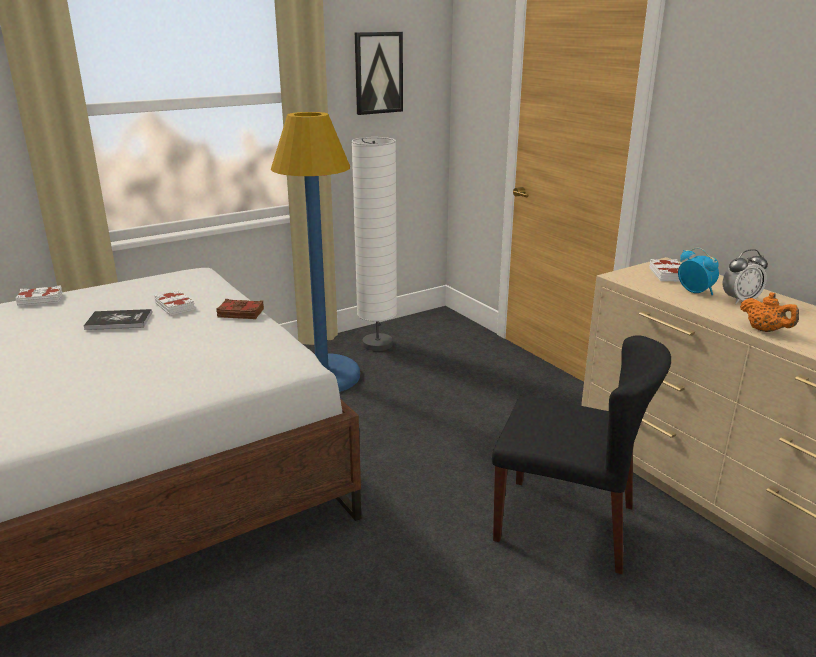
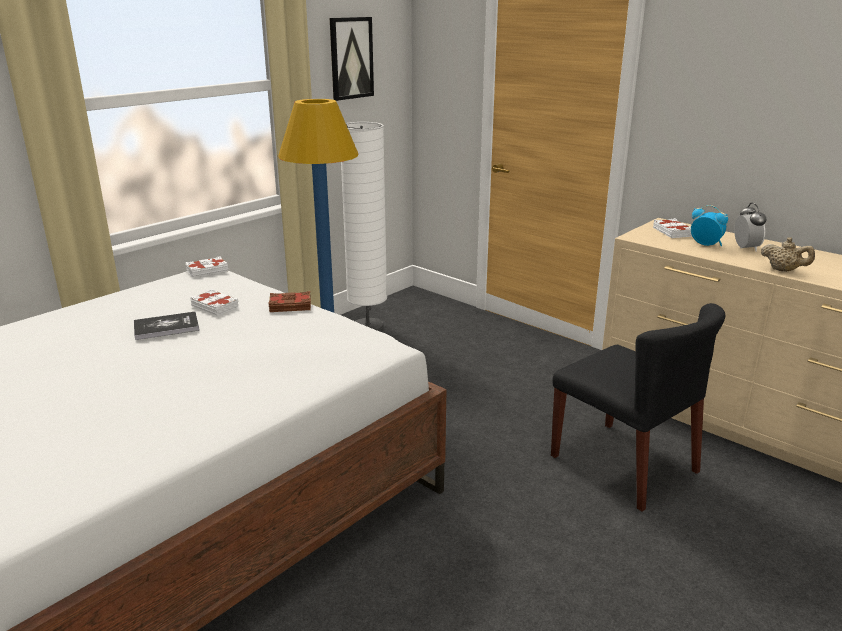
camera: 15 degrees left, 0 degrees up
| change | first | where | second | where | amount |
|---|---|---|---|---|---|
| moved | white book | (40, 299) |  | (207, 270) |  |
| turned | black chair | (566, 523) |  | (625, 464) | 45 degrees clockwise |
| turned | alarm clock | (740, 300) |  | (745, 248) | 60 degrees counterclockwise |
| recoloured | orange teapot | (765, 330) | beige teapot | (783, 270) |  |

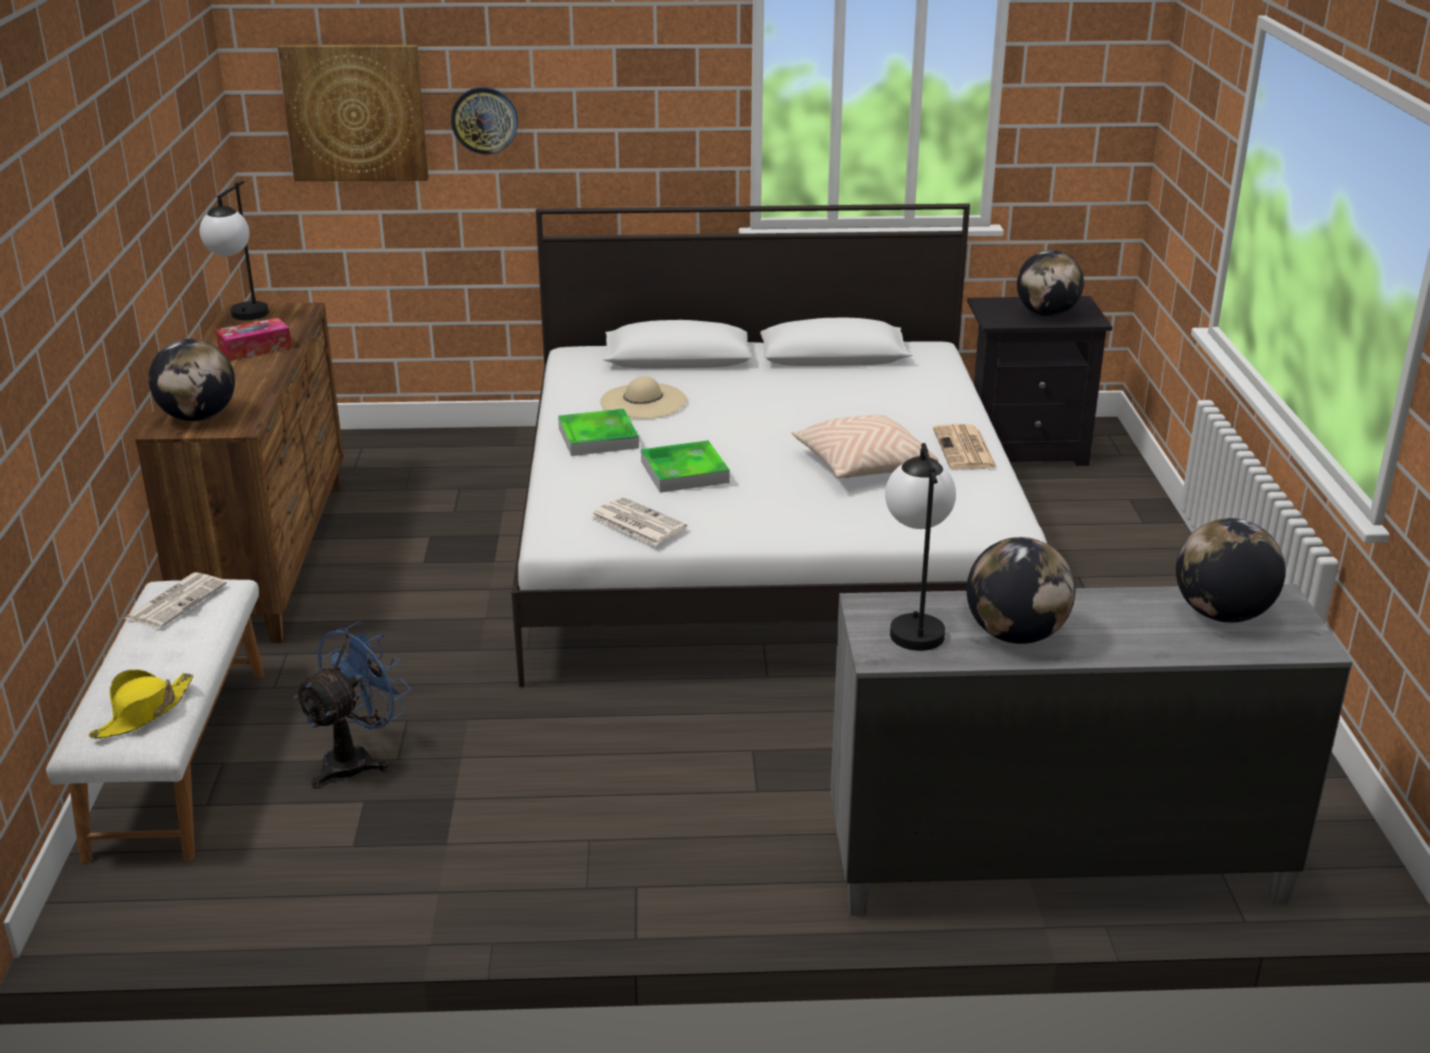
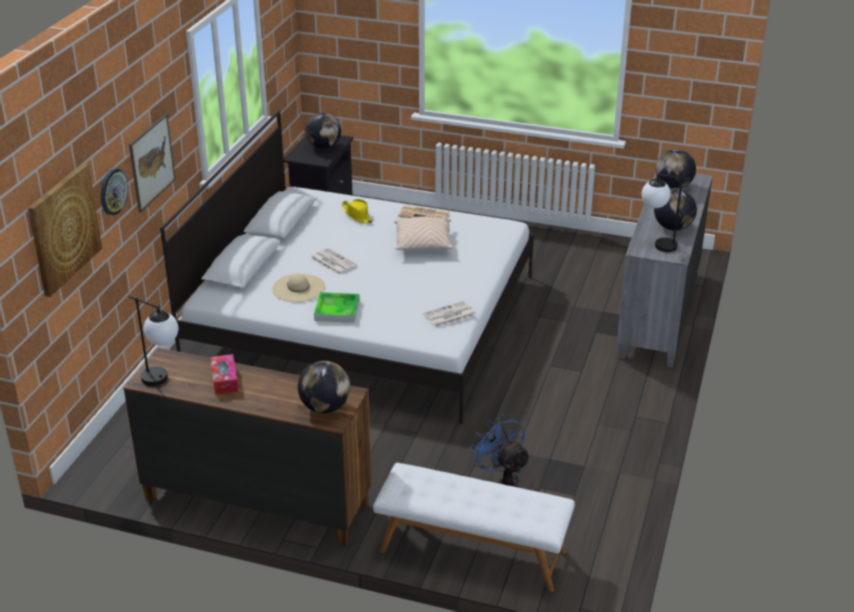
camera: 70 degrees left, 5 degrees up
| change | first | where | second | where | amount |
|---|---|---|---|---|---|
| moved | yellow hat | (144, 713) |  | (357, 215) |  |
| moved | newspaper | (176, 601) |  | (332, 262) |  |
| removed | tray | (684, 472) |  |  |  |
| added |  |  | picture | (152, 162) |  |

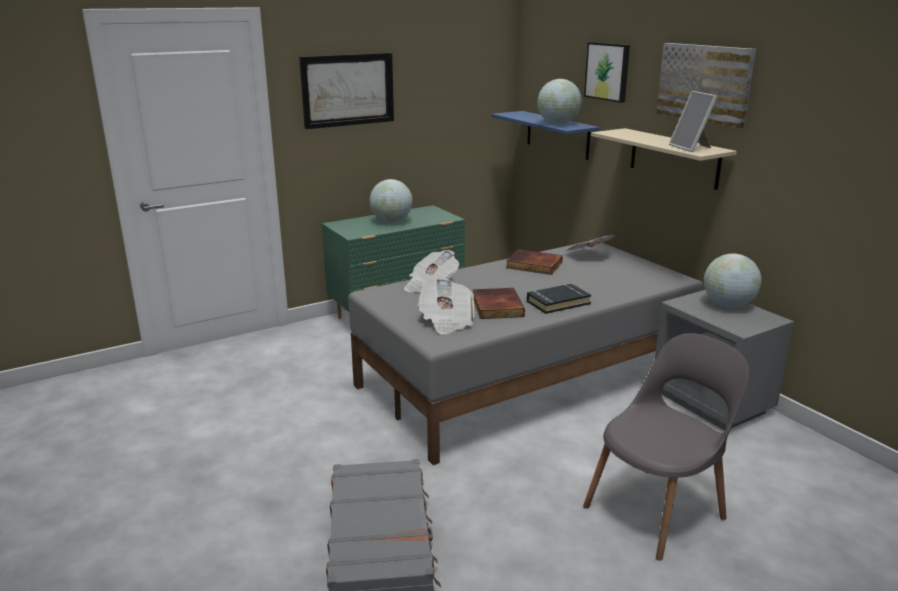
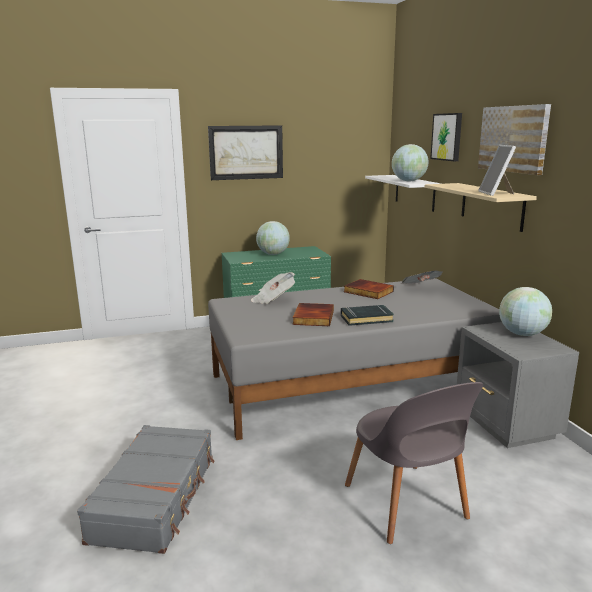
camera: 15 degrees right, 5 degrees down
| change | first | where | second | where | amount |
|---|---|---|---|---|---|
| removed | newspaper | (446, 321) |  |  |  |
| recoloured | blue shelf | (557, 135) | white shelf | (414, 192) |  |
| turned | grey chair | (658, 509) |  | (407, 505) | 90 degrees clockwise |

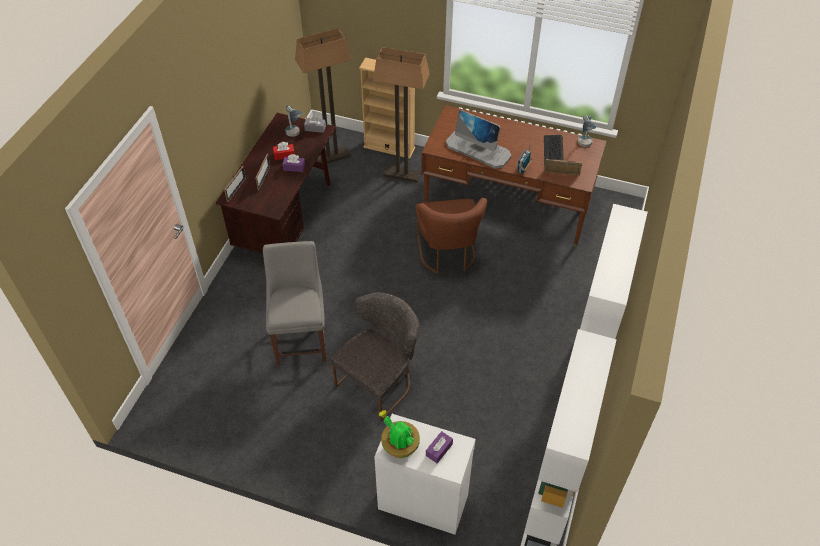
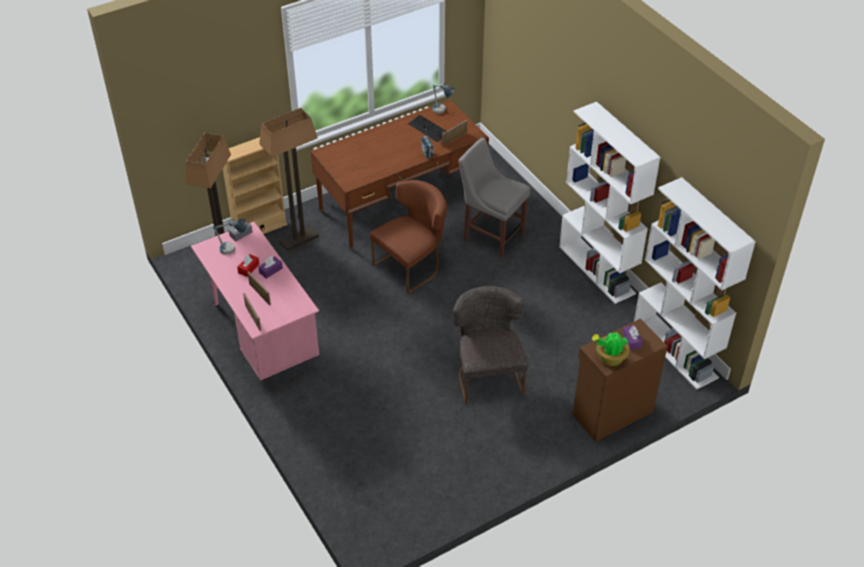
camera: 50 degrees left, 5 degrees down
| change | first | where | second | where | amount |
|---|---|---|---|---|---|
| recoloured | brown desk | (287, 219) | pink desk | (261, 336) |  |
| moved | grey chair | (301, 340) |  | (491, 235) |  |
| recoloured | white cabinet | (423, 500) | brown cabinet | (611, 413) |  |
| turned | brown chair | (447, 255) |  | (412, 265) | 75 degrees counterclockwise |
| removed | monitor | (478, 150) |  |  |  |

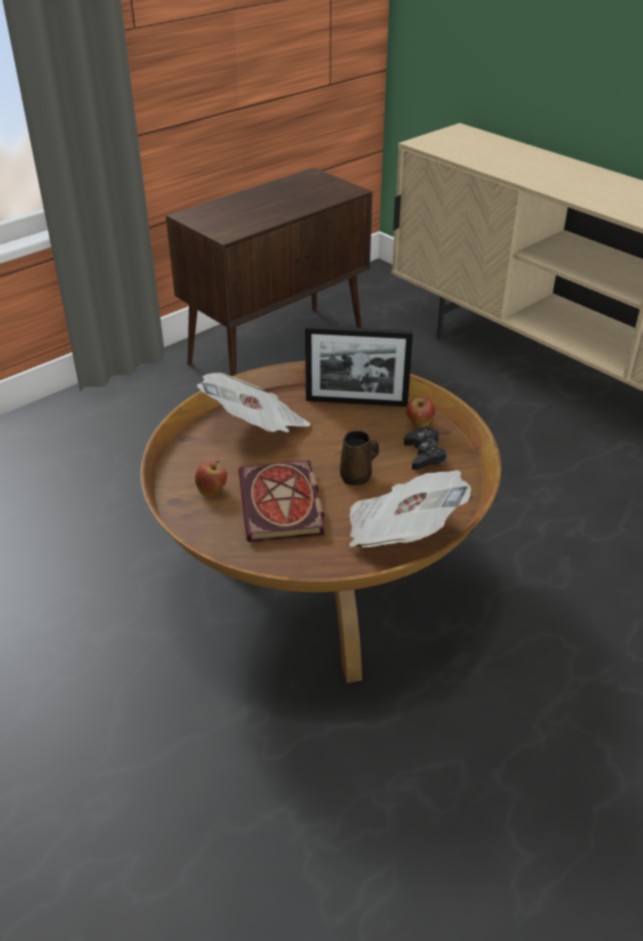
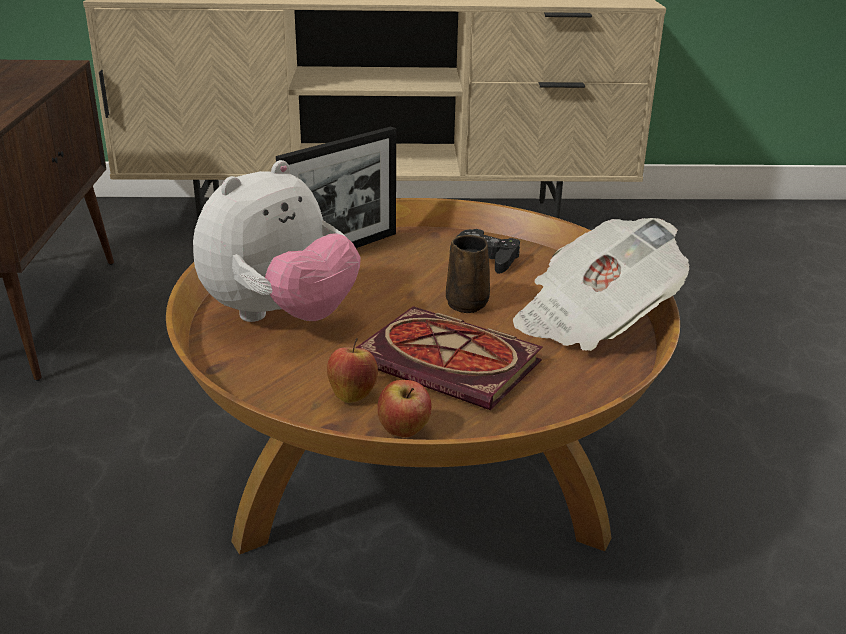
camera: 50 degrees left, 10 degrees down
| change | first | where | second | where | amount |
|---|---|---|---|---|---|
| replaced | newspaper | (256, 427) | plush toy | (280, 317) |  |
| moved | apple | (419, 424) |  | (404, 432) |  |

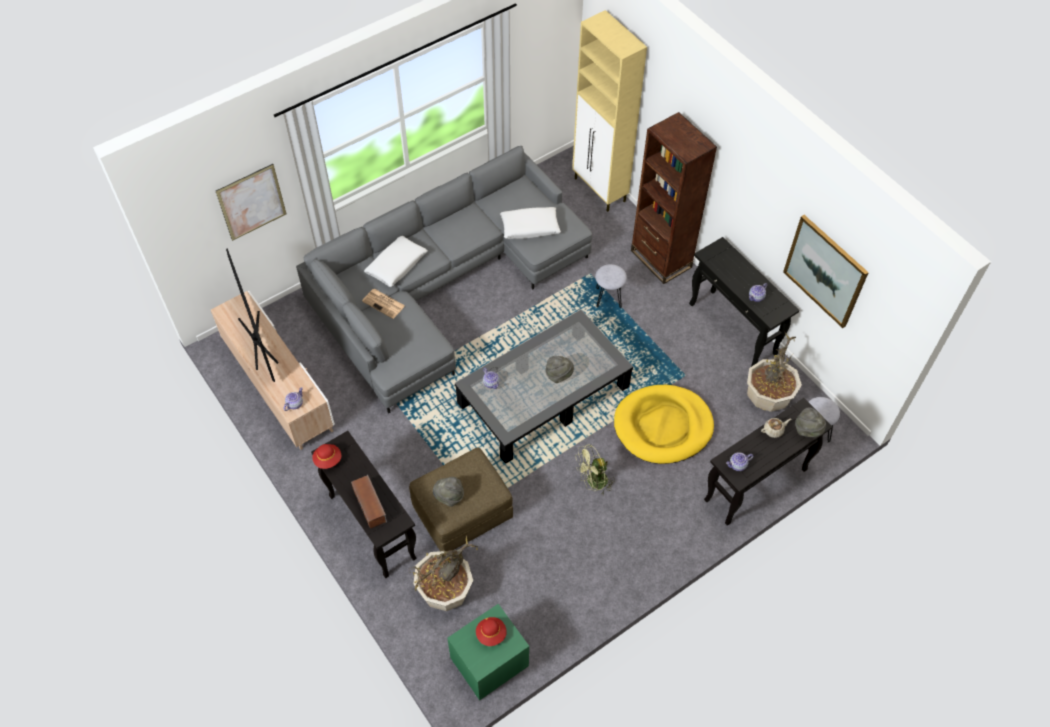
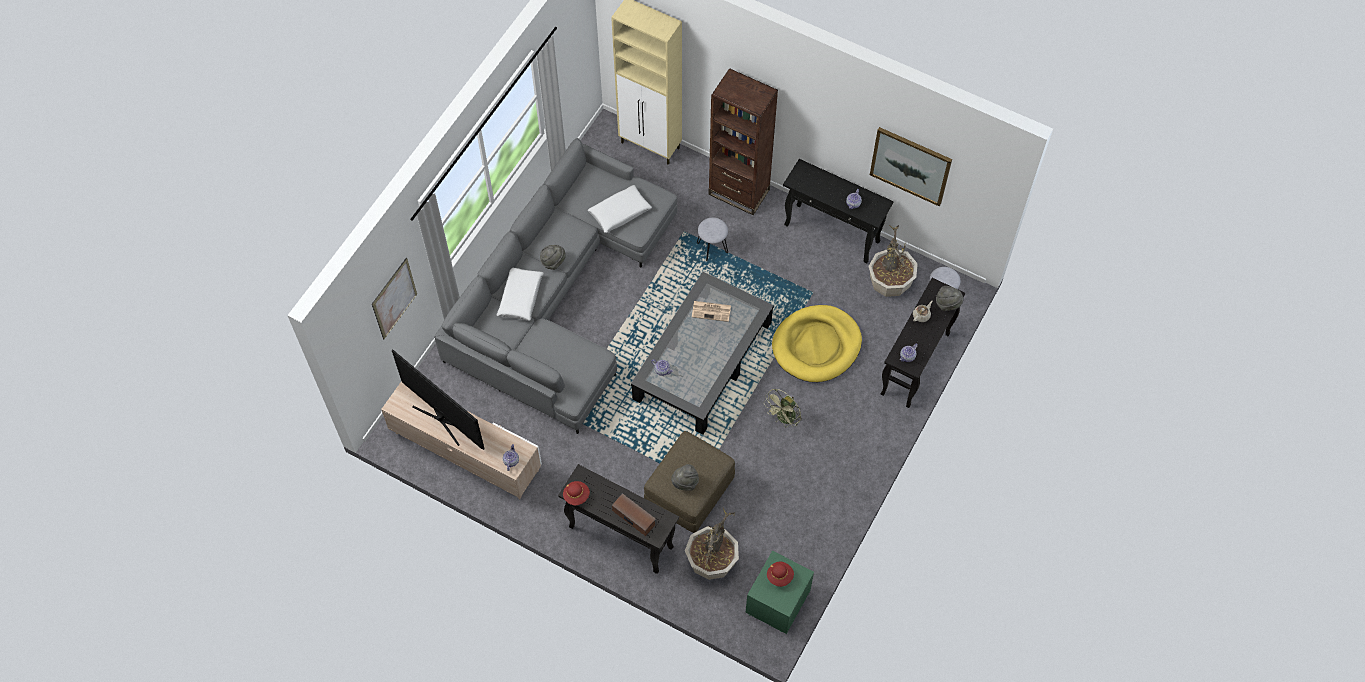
camera: 25 degrees left, 5 degrees up
| change | first | where | second | where | amount |
|---|---|---|---|---|---|
| moved | newspaper | (384, 304) |  | (712, 311) |  |
| moved | grey hat | (558, 375) |  | (553, 261) |  |

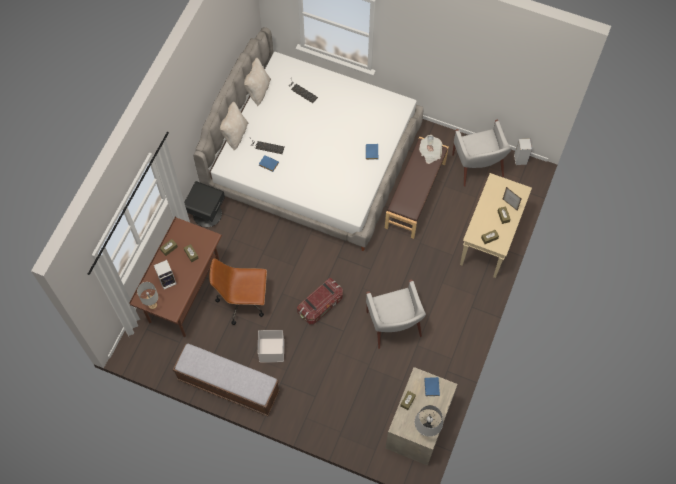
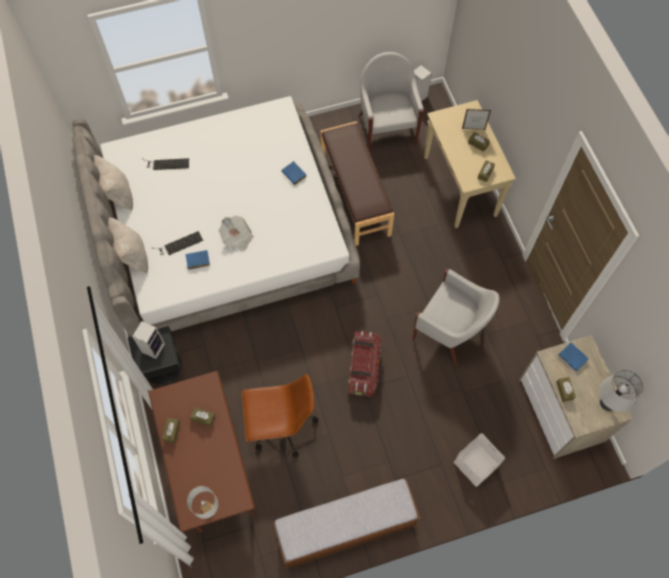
camera: 40 degrees left, 0 degrees up
| change | first | where | second | where | amount |
|---|---|---|---|---|---|
| moved | speaker | (168, 281) |  | (153, 347) |  |
| turned | brown office chair | (243, 301) |  | (281, 426) | 150 degrees counterclockwise |
| moved | white storage box | (271, 349) |  | (475, 463) |  |
| moved | newspaper | (430, 153) |  | (237, 238) |  |
| turned | white armchair | (478, 167) |  | (387, 128) | 135 degrees counterclockwise |

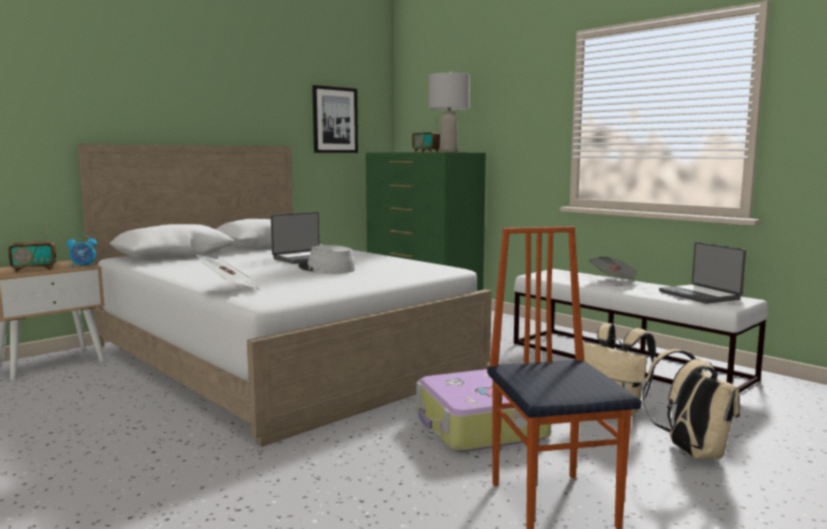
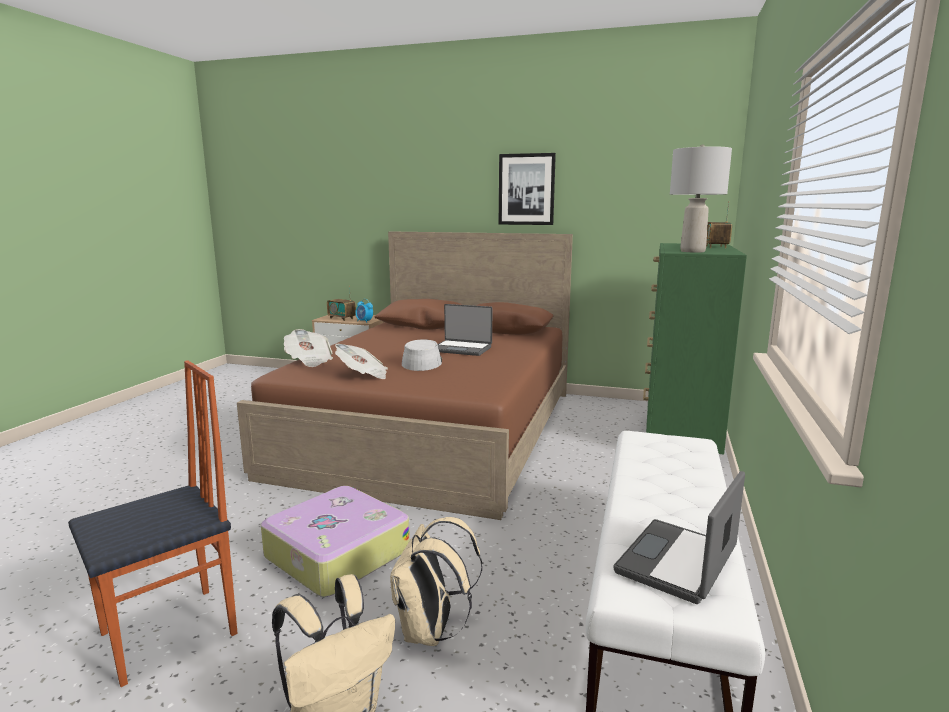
camera: 60 degrees right, 5 degrees up
| change | first | where | second | where | amount |
|---|---|---|---|---|---|
| recoloured | white bed | (281, 356) | brown bed | (435, 430) |  |
| moved | picture | (335, 120) |  | (526, 189) |  |
| moved | newspaper | (614, 281) |  | (363, 375) |  |

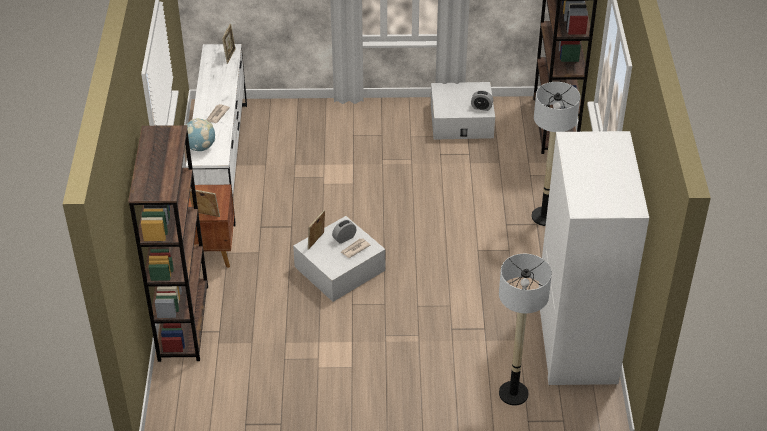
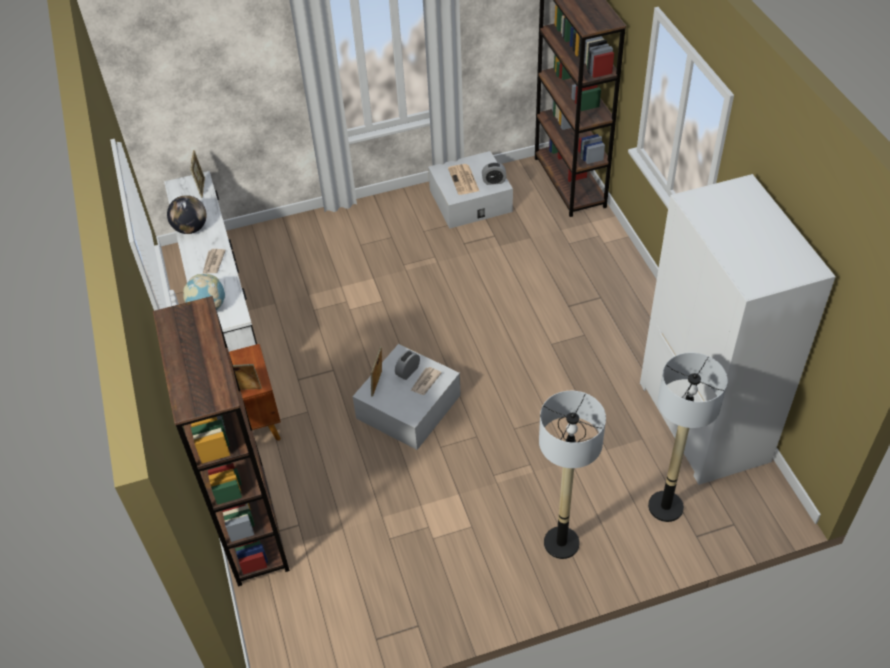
camera: 15 degrees left, 5 degrees up
| change | first | where | second | where | amount |
|---|---|---|---|---|---|
| moved | floor lamp | (544, 217) |  | (561, 543) |  |
| added |  |  | globe | (191, 228) |  |
| added |  |  | newspaper | (464, 180) |  |

